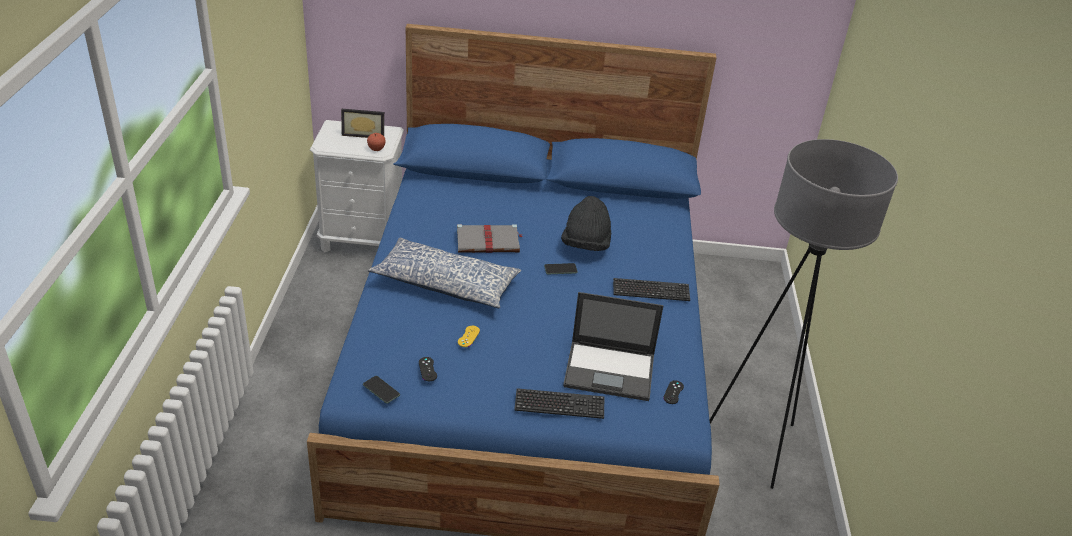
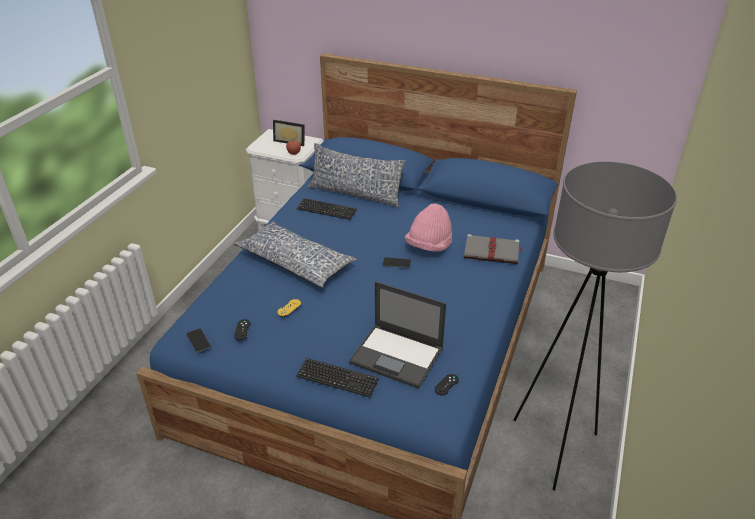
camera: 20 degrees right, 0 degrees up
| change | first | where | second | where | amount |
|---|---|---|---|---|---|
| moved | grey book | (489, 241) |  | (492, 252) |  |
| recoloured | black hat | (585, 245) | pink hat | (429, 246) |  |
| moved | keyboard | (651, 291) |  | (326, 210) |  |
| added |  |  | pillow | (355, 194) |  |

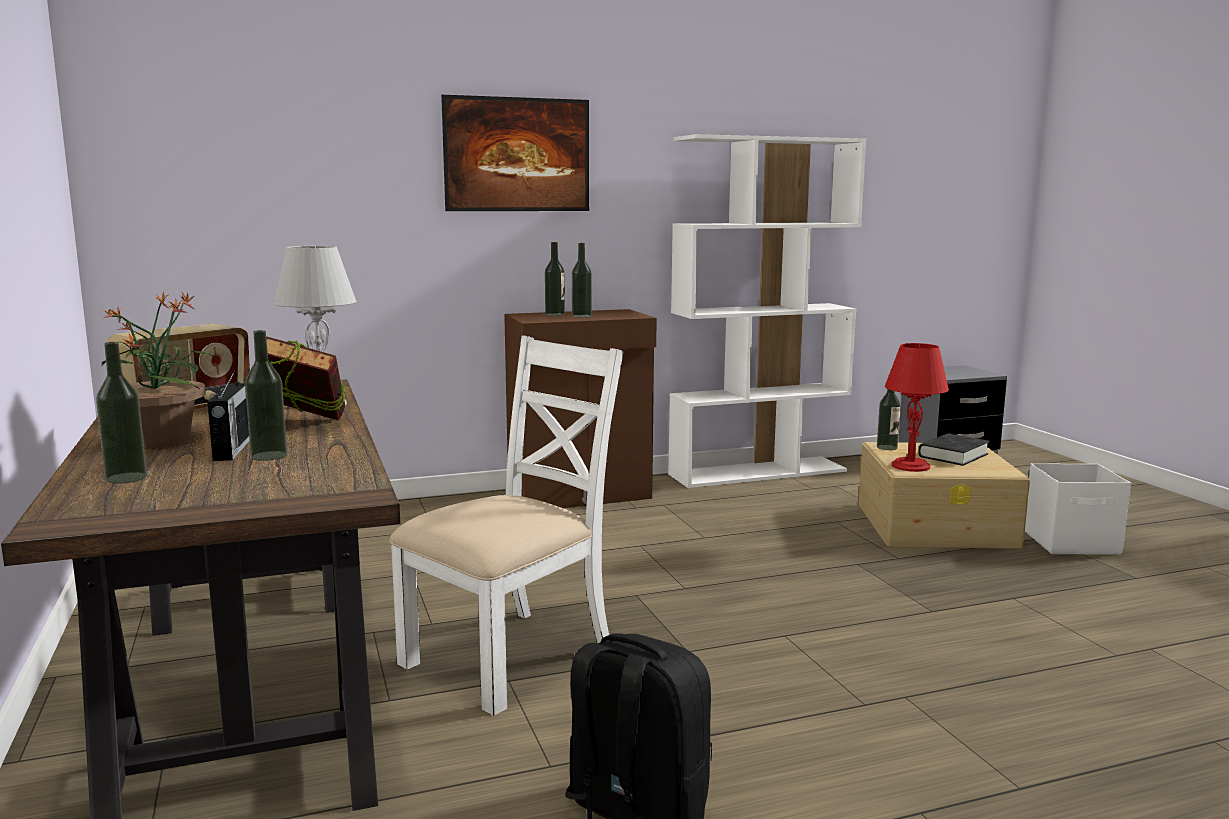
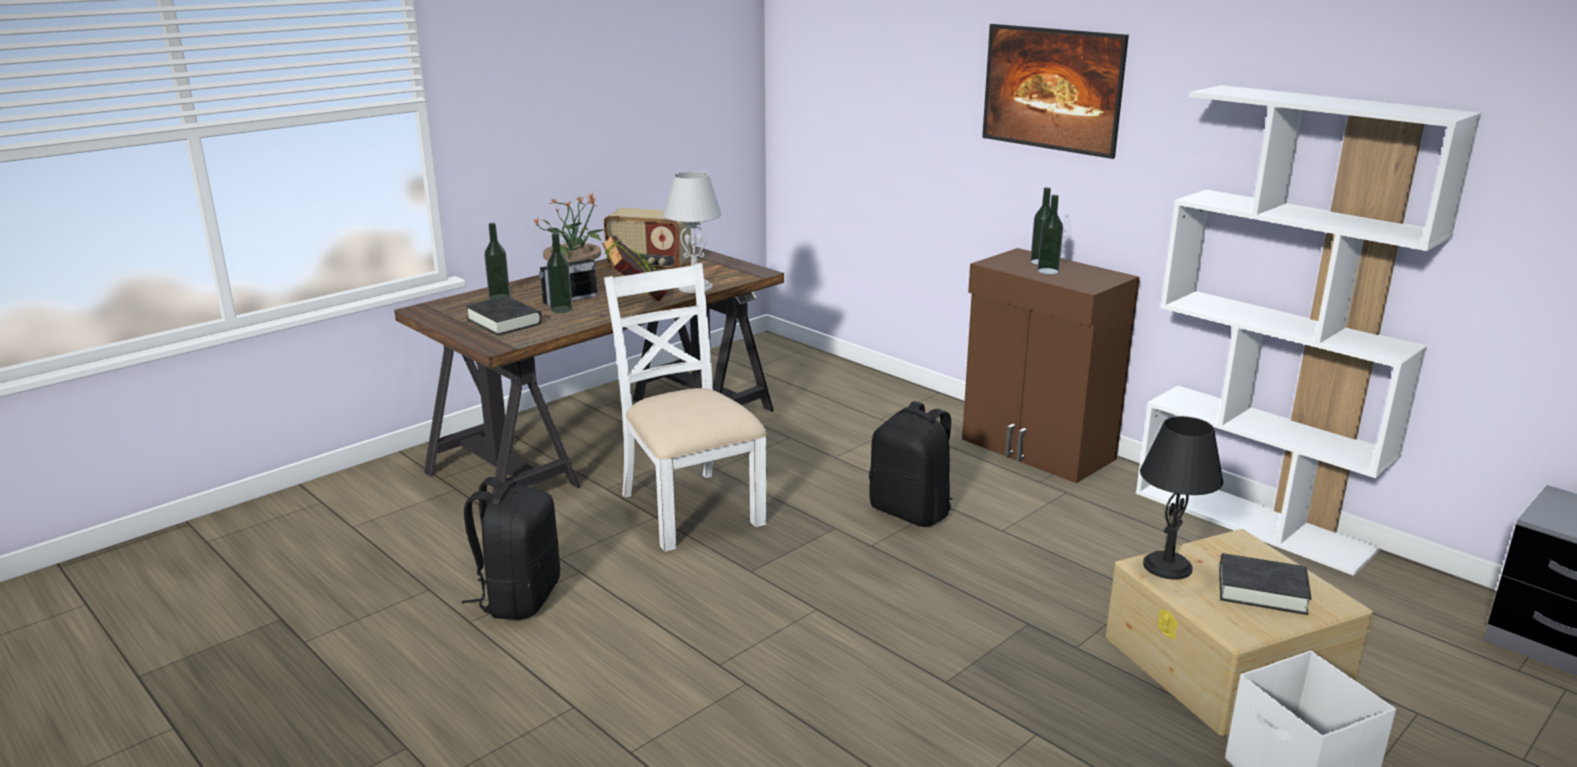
camera: 65 degrees right, 10 degrees up
| change | first | where | second | where | amount |
|---|---|---|---|---|---|
| turned | white chair | (511, 656) |  | (689, 508) | 135 degrees counterclockwise |
| removed | bottle | (887, 447) |  |  |  |
| recoloured | red table lamp | (910, 466) | black table lamp | (1167, 566) |  |
| added |  |  | black book | (504, 322) |  |
| added |  |  | black backpack | (911, 512) |  |

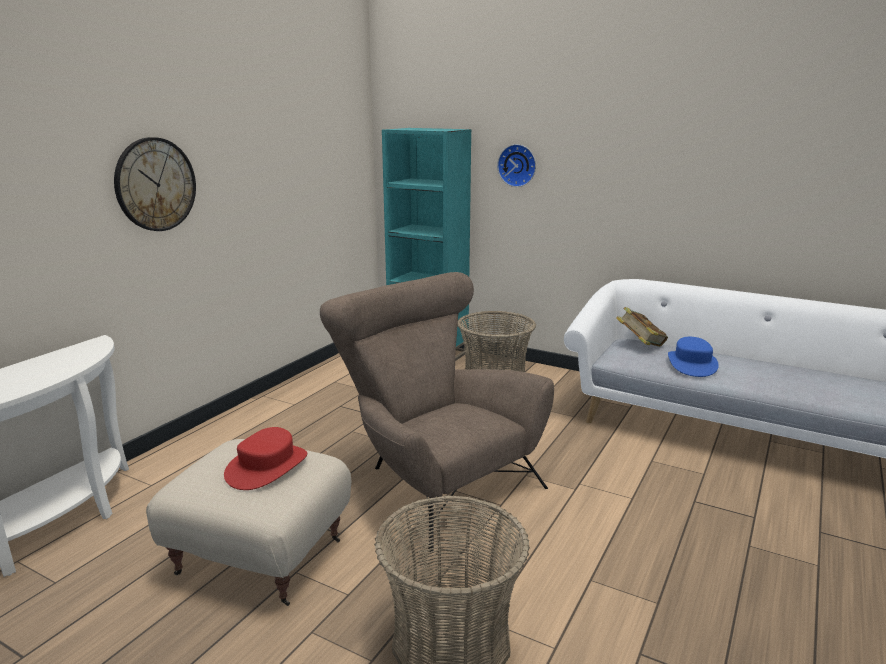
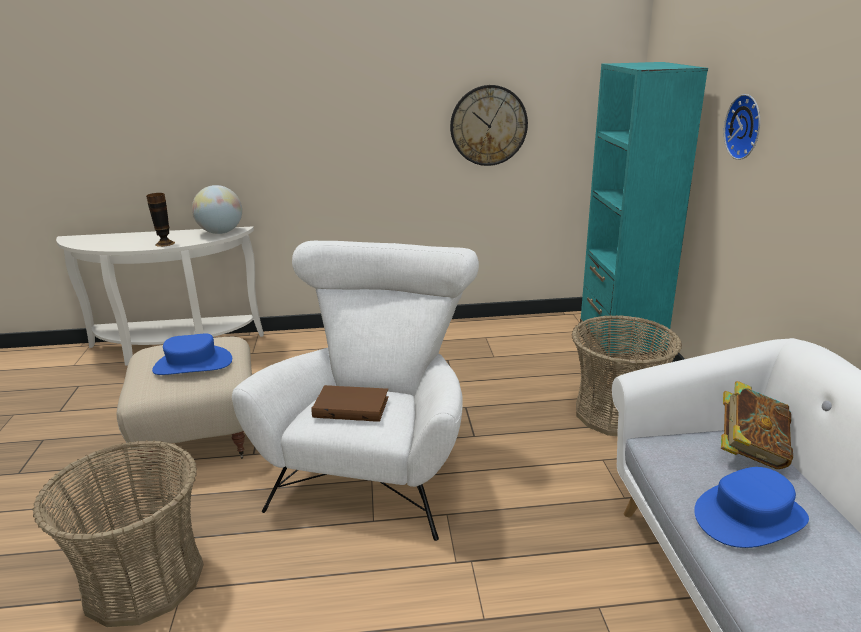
camera: 55 degrees right, 5 degrees up
| change | first | where | second | where | amount |
|---|---|---|---|---|---|
| moved | wall clock | (155, 184) |  | (488, 125) |  |
| recoloured | red hat | (267, 467) | blue hat | (193, 364) |  |
| recoloured | brown armchair | (434, 481) | white armchair | (375, 463) |  |
| added |  |  | vase | (165, 243) |  |
| added |  |  | globe | (221, 232) |  |
| added |  |  | brown book | (352, 406) |  |

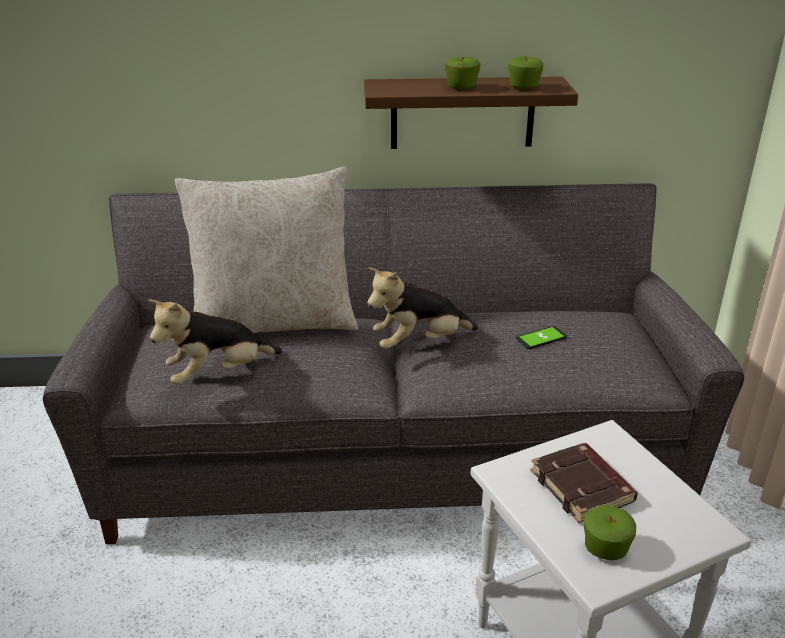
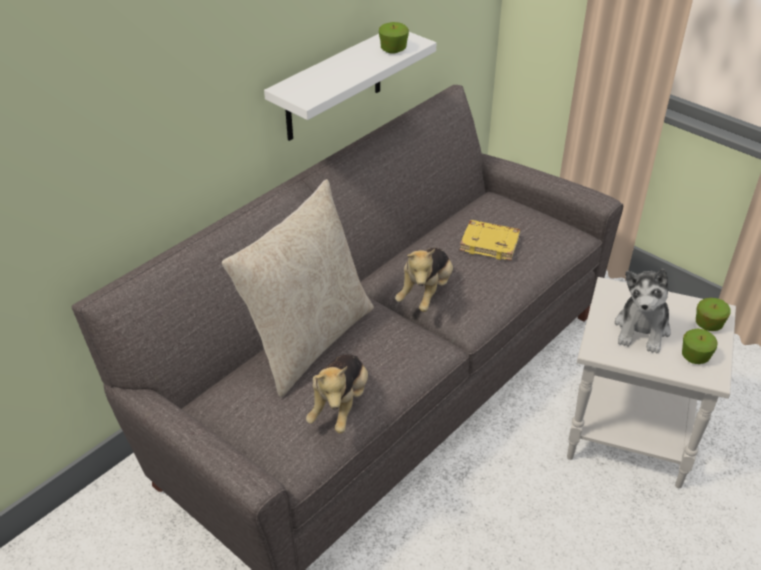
camera: 45 degrees left, 10 degrees up
| change | first | where | second | where | amount |
|---|---|---|---|---|---|
| recoloured | brown shelf | (462, 113) | white shelf | (333, 85) |  |
| moved | apple | (461, 87) |  | (708, 325) |  |
| replaced | phone | (541, 338) | yellow book | (490, 243) |  |
| replaced | brown book | (583, 487) | plush toy | (642, 329) |  |

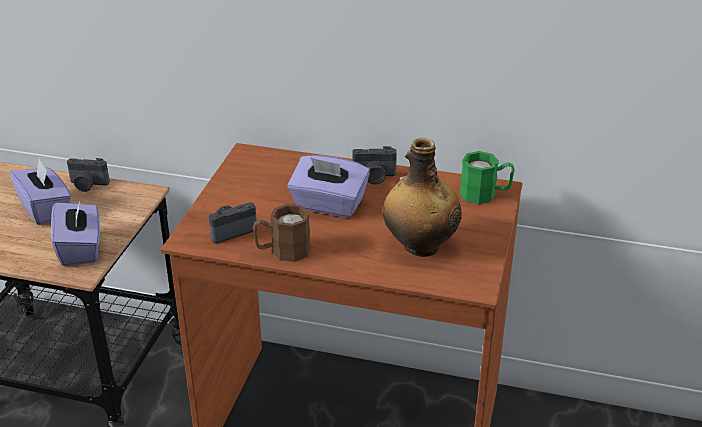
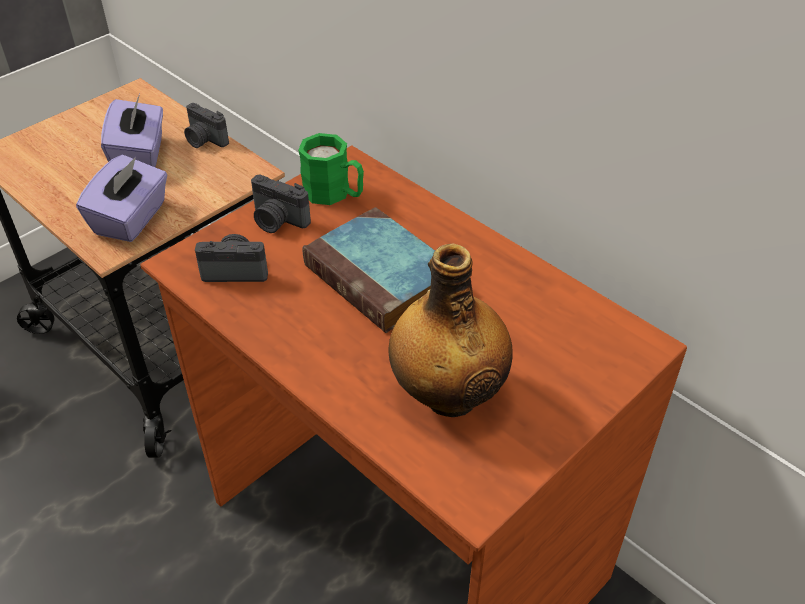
camera: 30 degrees right, 10 degrees up
| change | first | where | second | where | amount |
|---|---|---|---|---|---|
| removed | brown mug | (282, 251) |  |  |  |
| replaced | purple tissue box | (328, 205) | book | (383, 278) |  |
| moved | photo camera | (374, 177) |  | (277, 221) |  |
| moved | green mug | (485, 194) |  | (334, 194) |  |

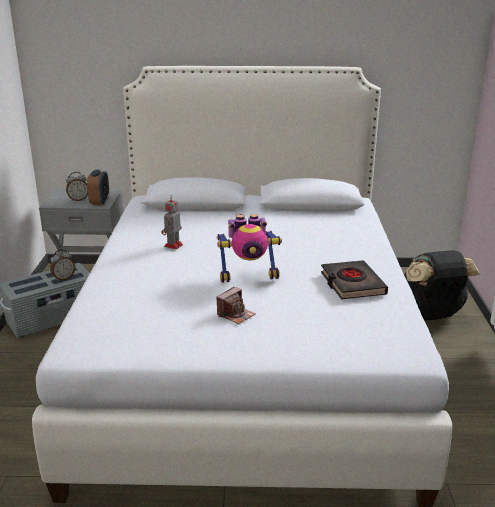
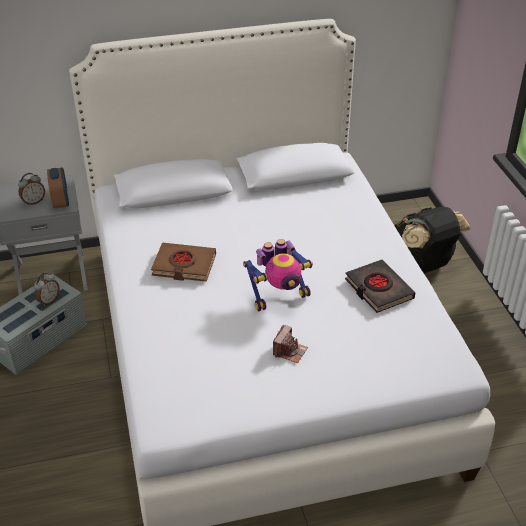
camera: 15 degrees left, 15 degrees up
| change | first | where | second | where | amount |
|---|---|---|---|---|---|
| replaced | toy robot | (173, 246) | brown book | (184, 266) |  |

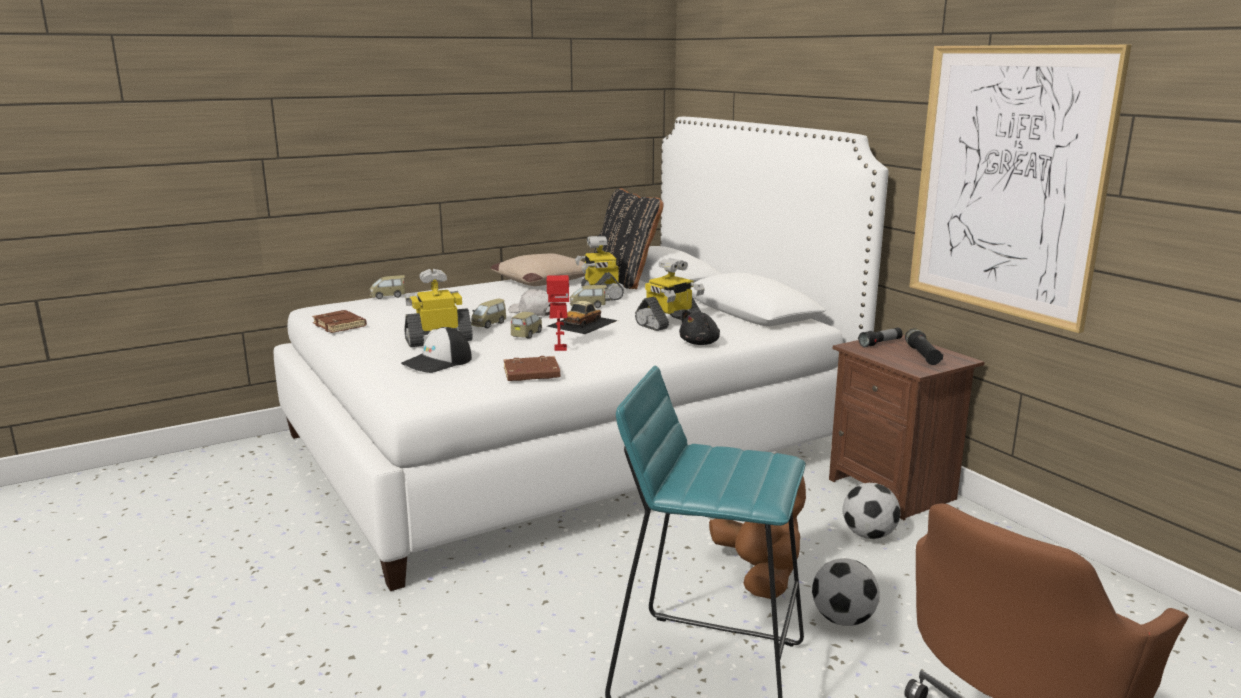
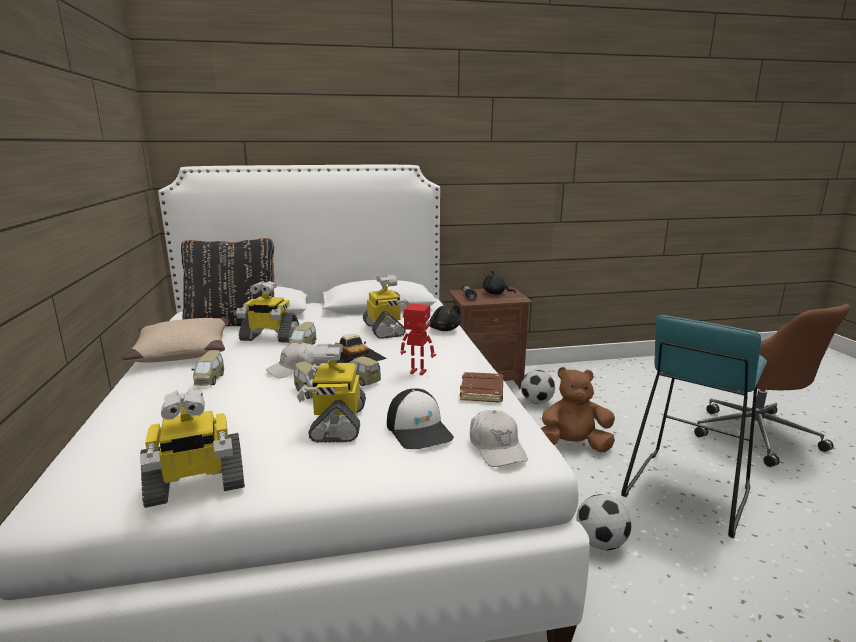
camera: 70 degrees left, 0 degrees up
| change | first | where | second | where | amount |
|---|---|---|---|---|---|
| replaced | brown book | (340, 325) | toy robot | (196, 486) |  |
| moved | toy car | (388, 296) |  | (209, 379) |  |
| moved | football | (843, 619) |  | (601, 543) |  |
| replaced | black flashlight | (922, 355) | black plush toy | (496, 293) |  |
| removed | picture | (1007, 182) |  |  |  |
| added |  |  | white cap | (497, 447) |  |

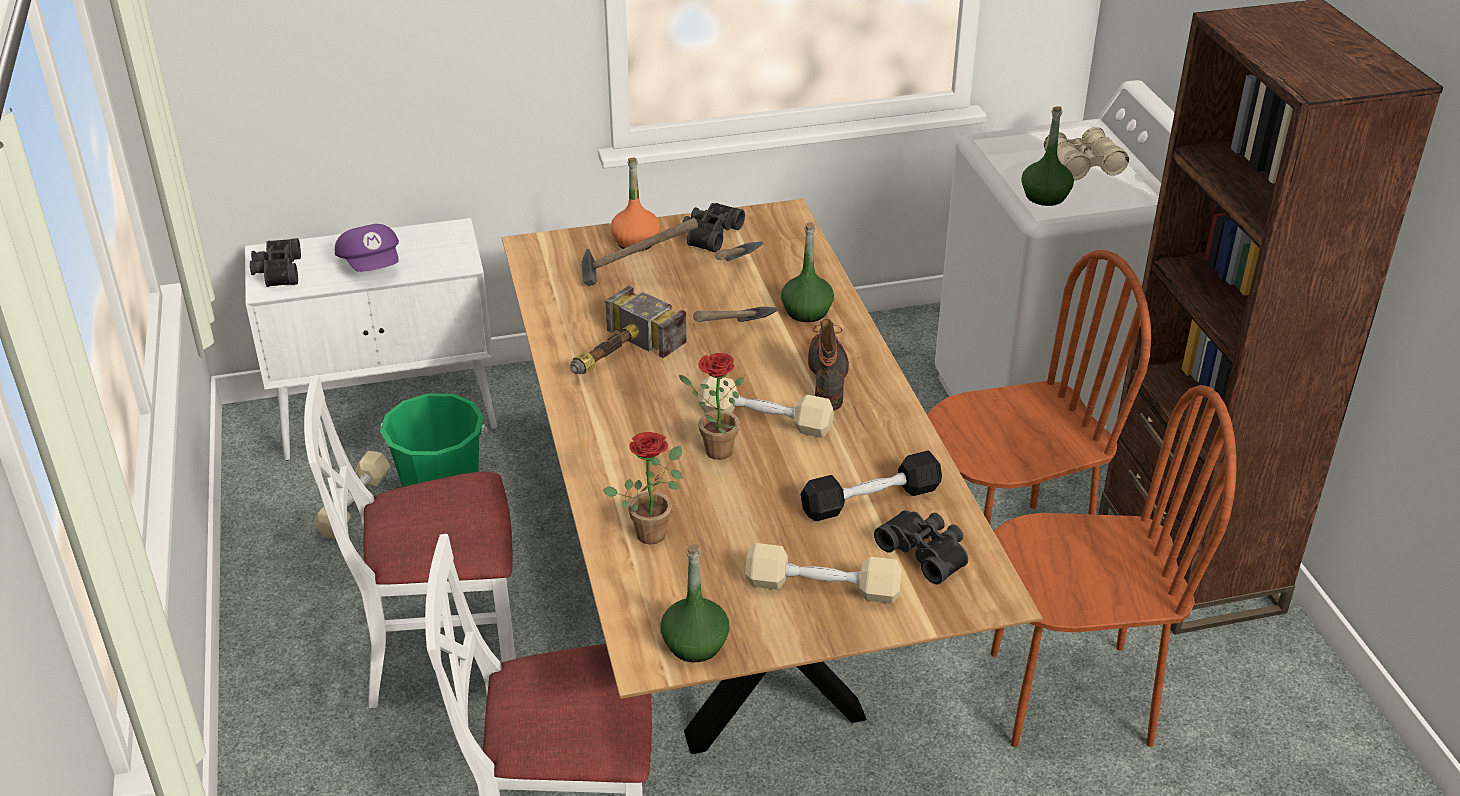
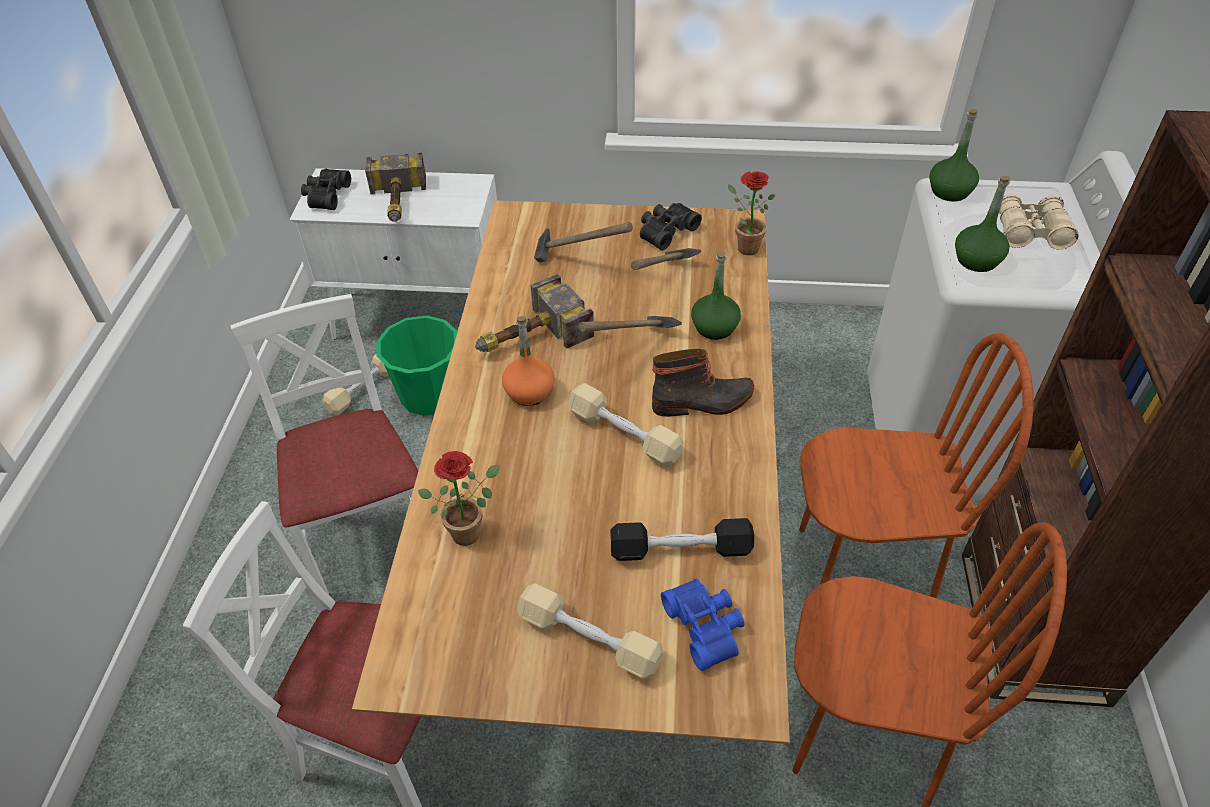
camera: 20 degrees right, 10 degrees up
| change | first | where | second | where | amount |
|---|---|---|---|---|---|
| turned | white chair | (442, 652) |  | (368, 537) | 60 degrees clockwise |
| replaced | purple cap | (372, 265) | hammer | (397, 203) |  |
| moved | orange bottle | (635, 242) |  | (529, 392) |  |
| moved | green bottle | (694, 644) |  | (949, 191) |  |
| moved | potted plant | (712, 450) |  | (743, 247) |  |
| turned | boot | (829, 377) |  | (703, 402) | 60 degrees clockwise |
| recoloured | black binoculars | (926, 552) | blue binoculars | (706, 627) |  |

